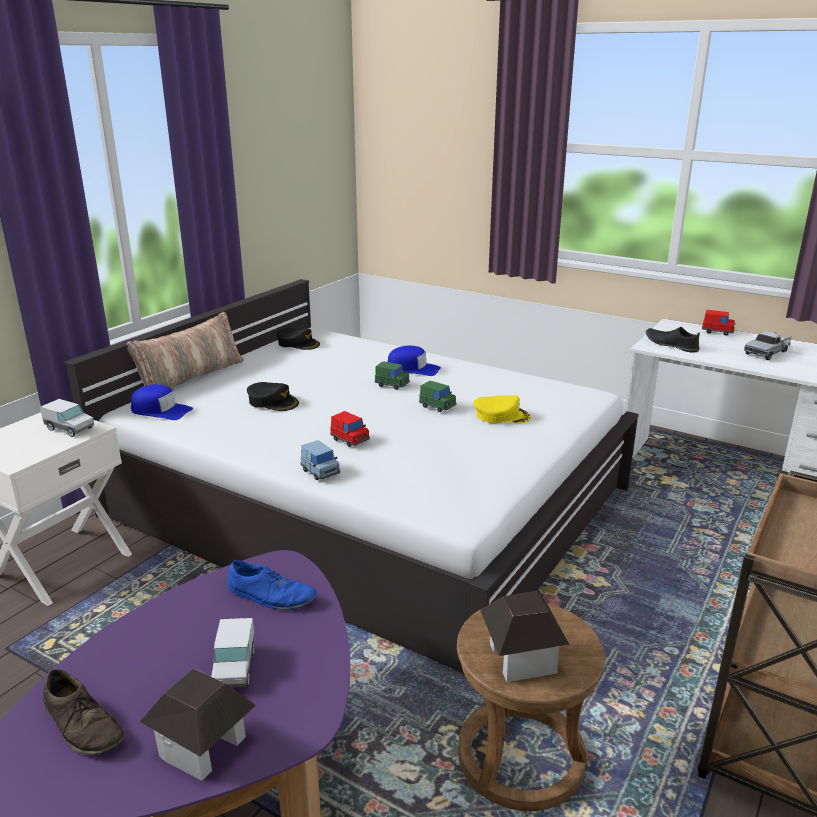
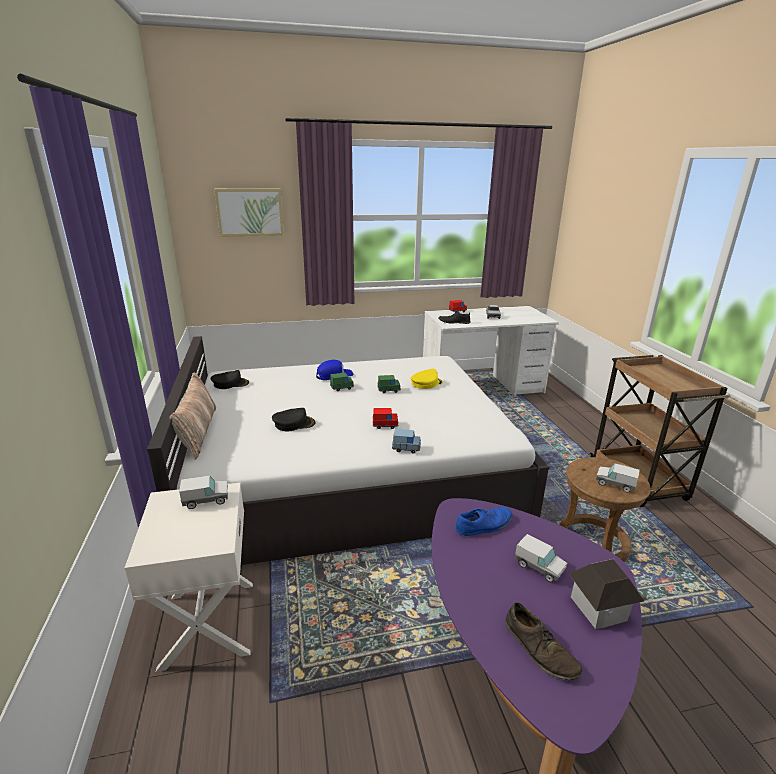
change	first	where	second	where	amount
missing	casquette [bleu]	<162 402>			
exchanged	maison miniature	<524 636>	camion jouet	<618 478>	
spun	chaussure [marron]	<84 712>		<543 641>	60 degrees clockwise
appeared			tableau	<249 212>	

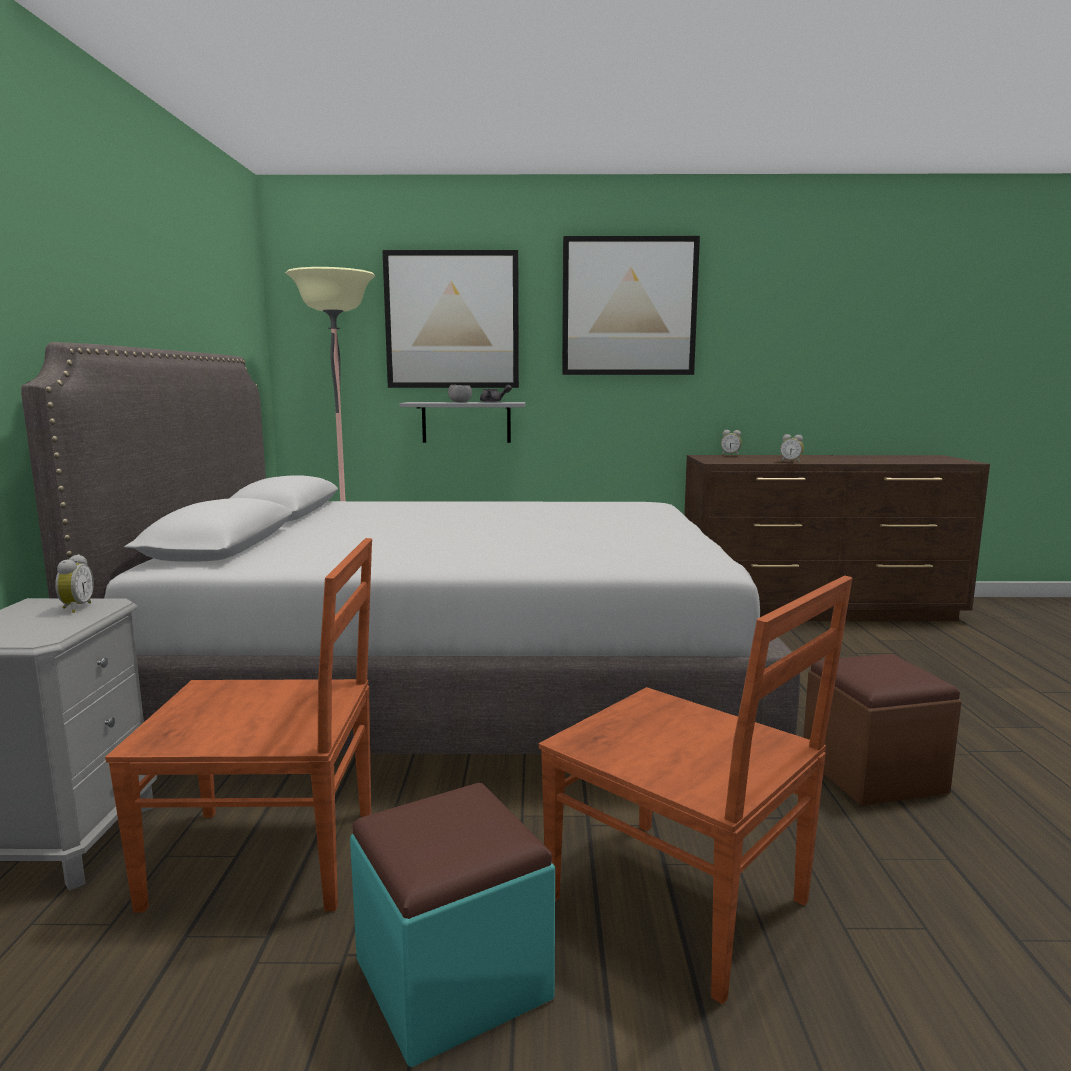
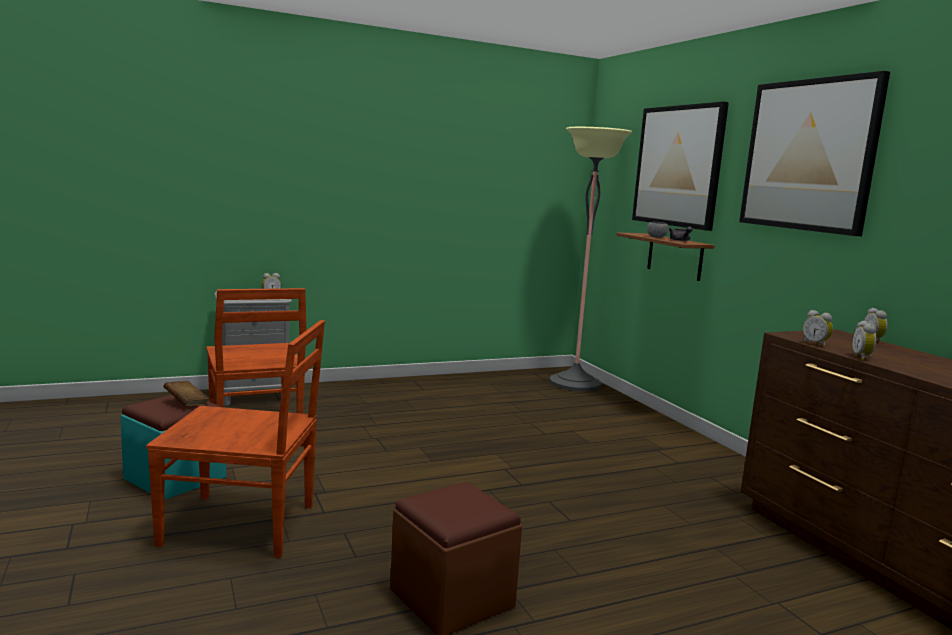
change	first	where	second	where	amount
missing	lit [gris]	<410 548>			
colour	étagère [gris]	<463 422>	étagère [marron]	<665 257>	
spun	chaise [marron]	<696 790>		<235 439>	105 degrees counterclockwise
appeared			réveil	<817 328>	
appeared			livre [marron]	<186 393>	

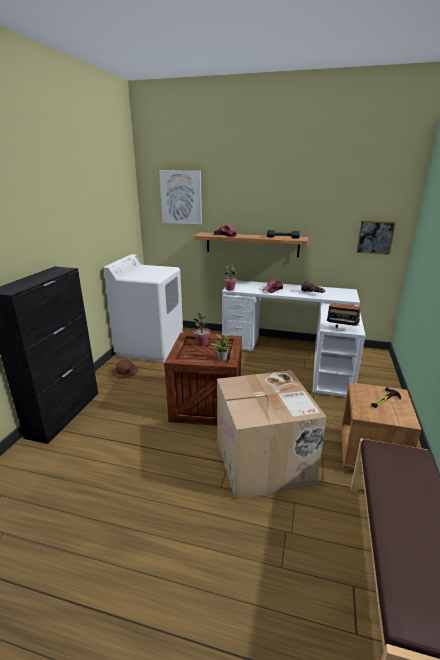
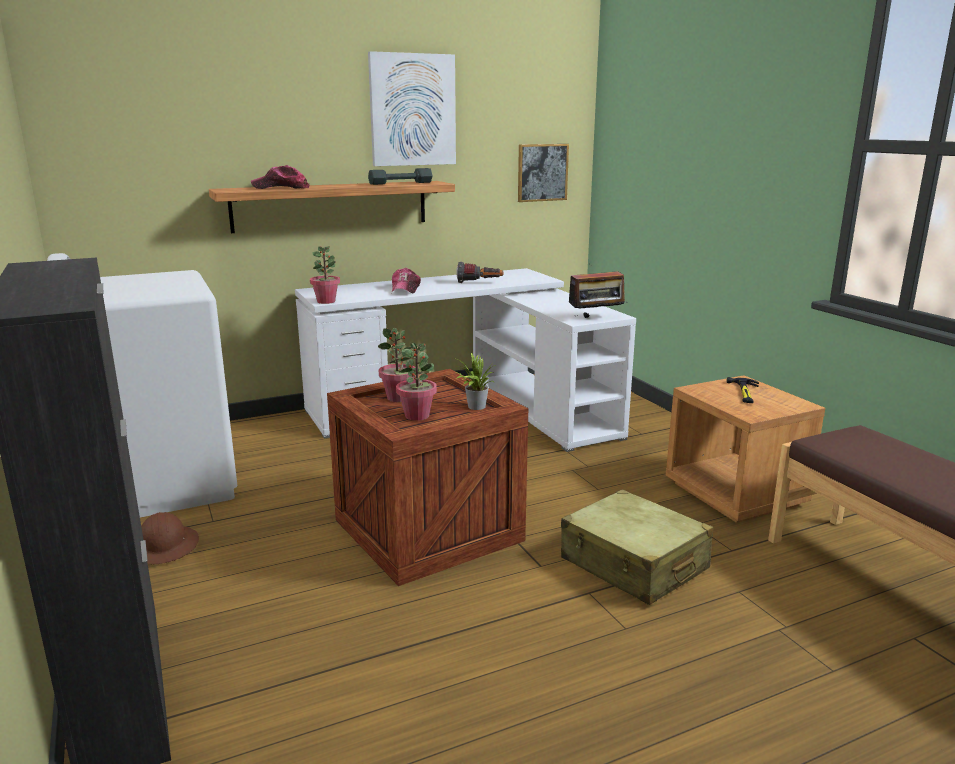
change	first	where	second	where	amount
relocated	tableau	<180 197>		<412 108>	
exchanged	carton	<272 435>	valise [beige]	<637 547>	
appeared			plante en pot	<416 381>	

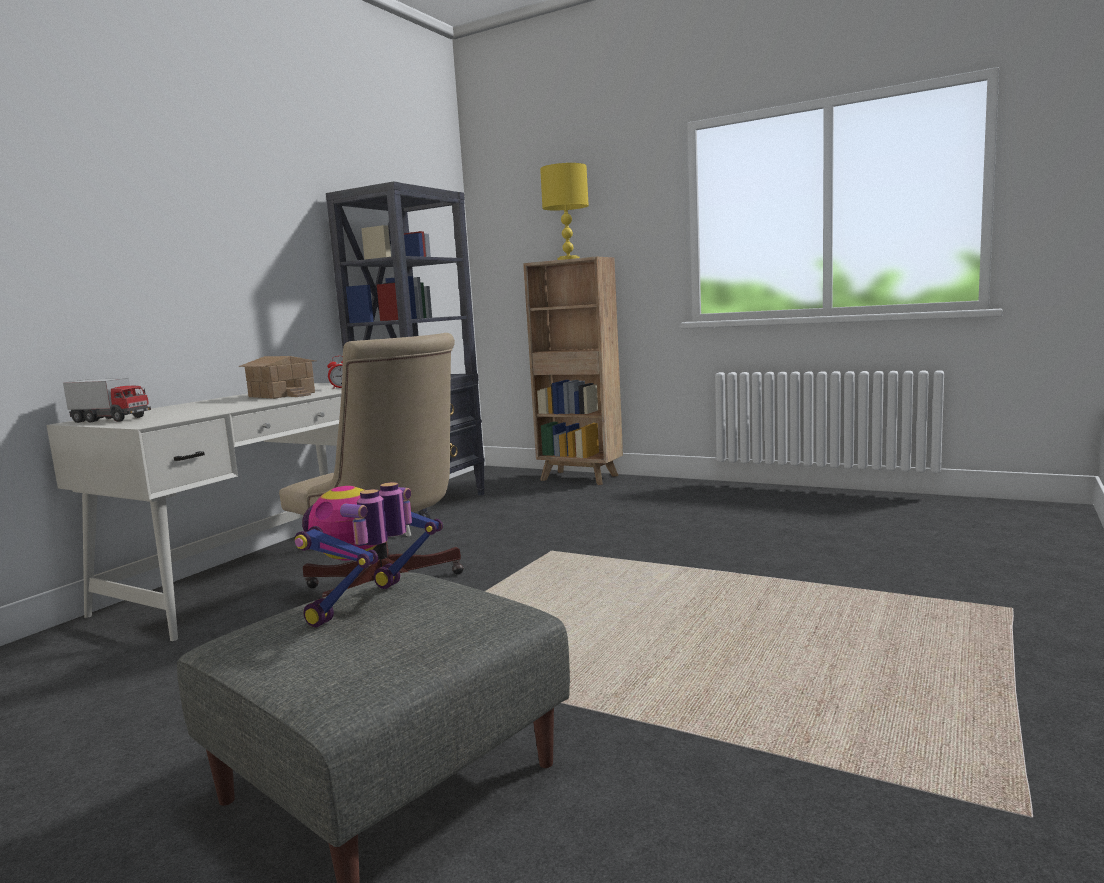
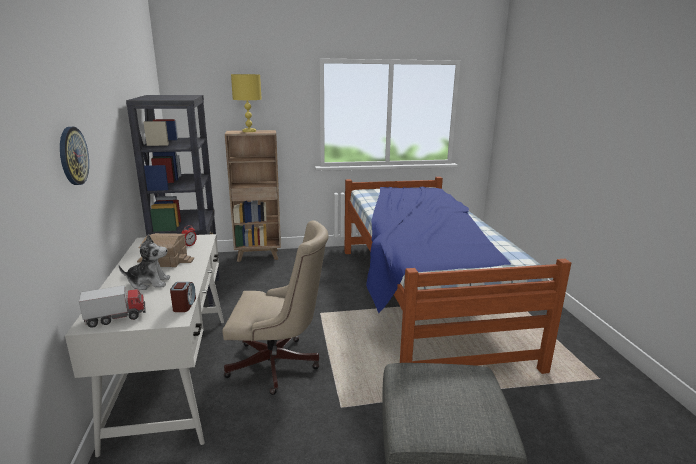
change	first	where	second	where	amount
missing	robot jouet	<369 554>			
appeared			horloge murale	<74 156>	
appeared			lit	<458 275>	
appeared			peluche	<144 262>	
appeared			réveil	<183 297>	

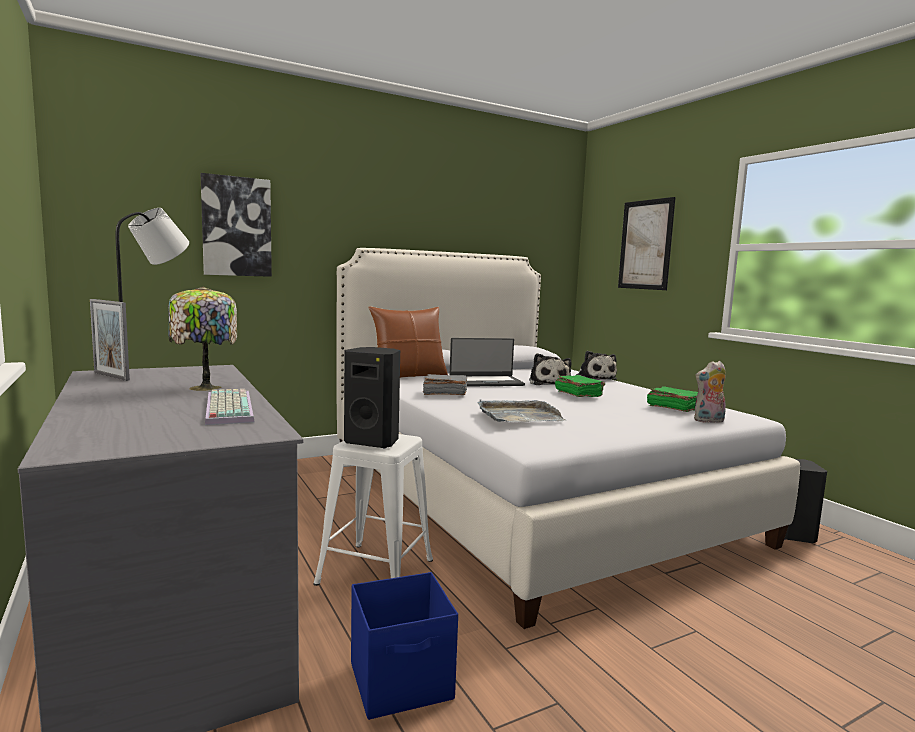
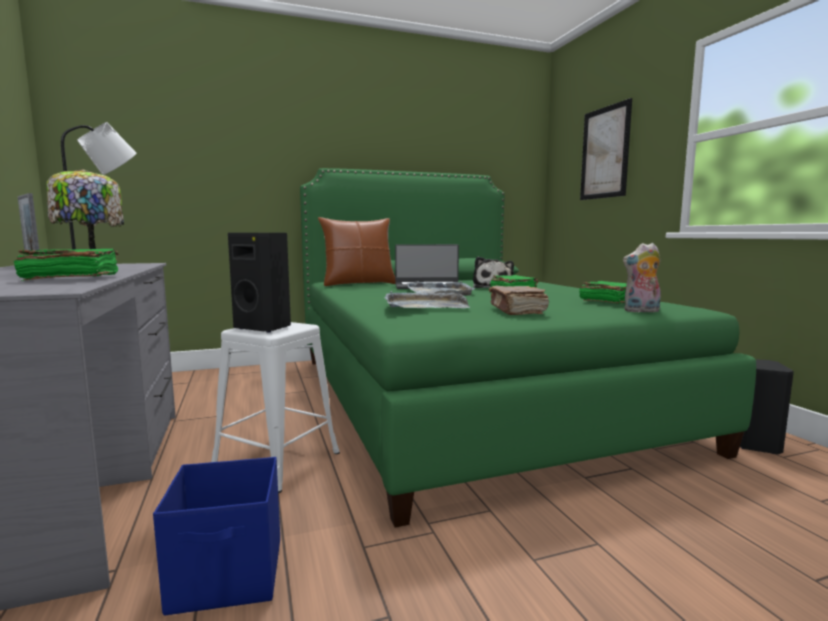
change	first	where	second	where	amount
missing	tableau	<236 225>			
colour	lit [blanc]	<568 438>	lit [vert]	<528 348>	
missing	peluche	<596 365>			
missing	livre [gris]	<445 384>			
exchanged	clavier	<230 407>	livre [vert]	<66 265>	
appeared			plateau [gris]	<440 288>	
appeared			livre [marron]	<519 300>	

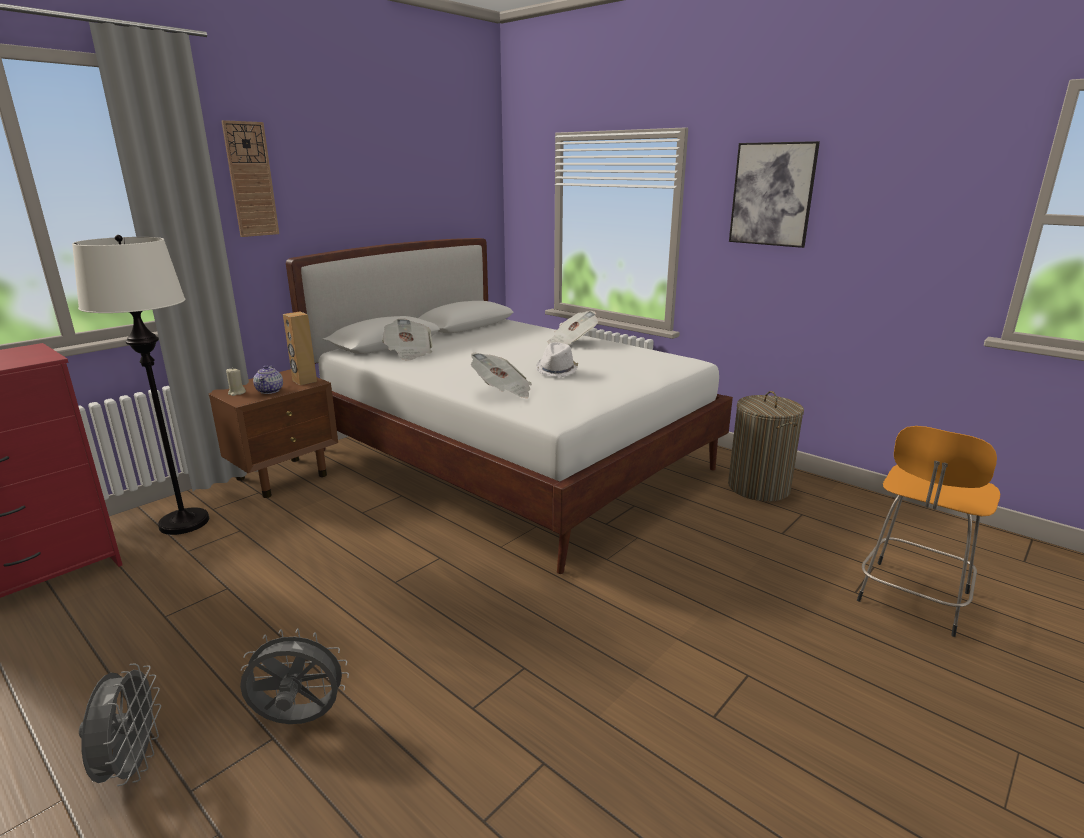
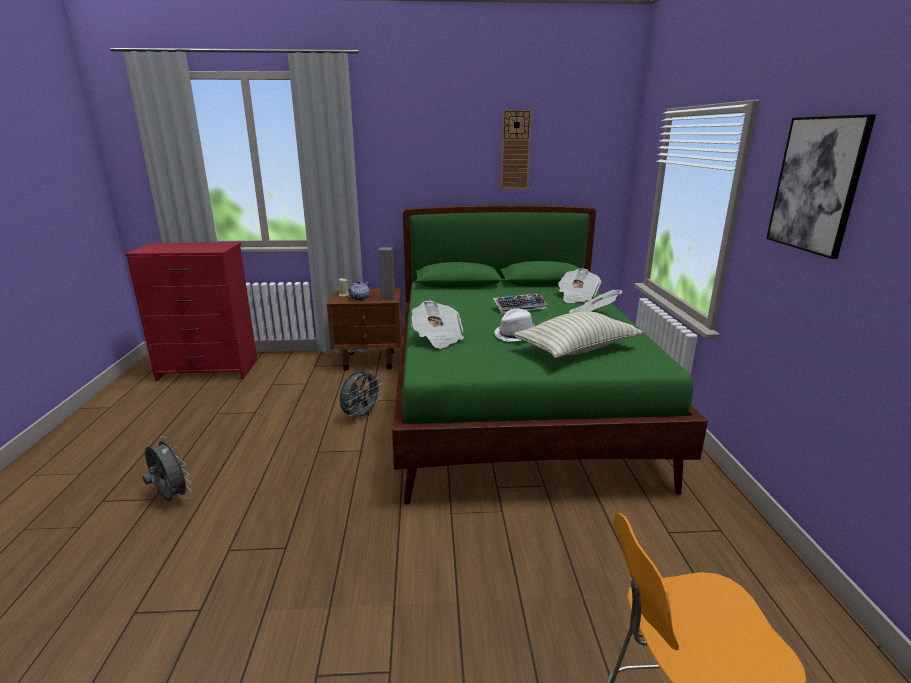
change	first	where	second	where	amount
relocated	horloge murale	<250 178>		<516 149>	
missing	lampadaire [blanc]	<140 385>			
colour	lit [blanc]	<509 406>	lit [vert]	<550 354>	
colour	enceinte [marron]	<300 348>	enceinte [gris]	<386 273>	
relocated	journal	<407 339>		<580 285>	
missing	panier à linge	<766 446>			
relocated	ventilateur [gris]	<120 724>		<360 395>	
appeared			clavier	<520 304>	
appeared			coussin	<578 334>	

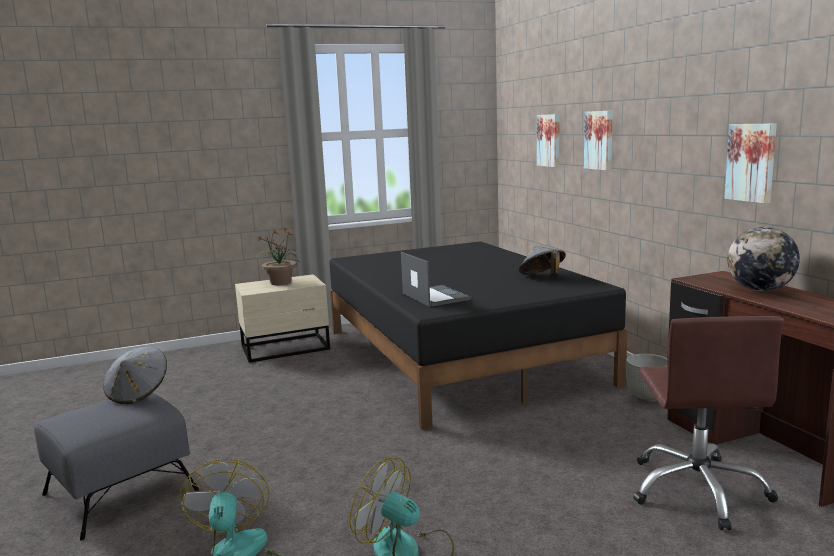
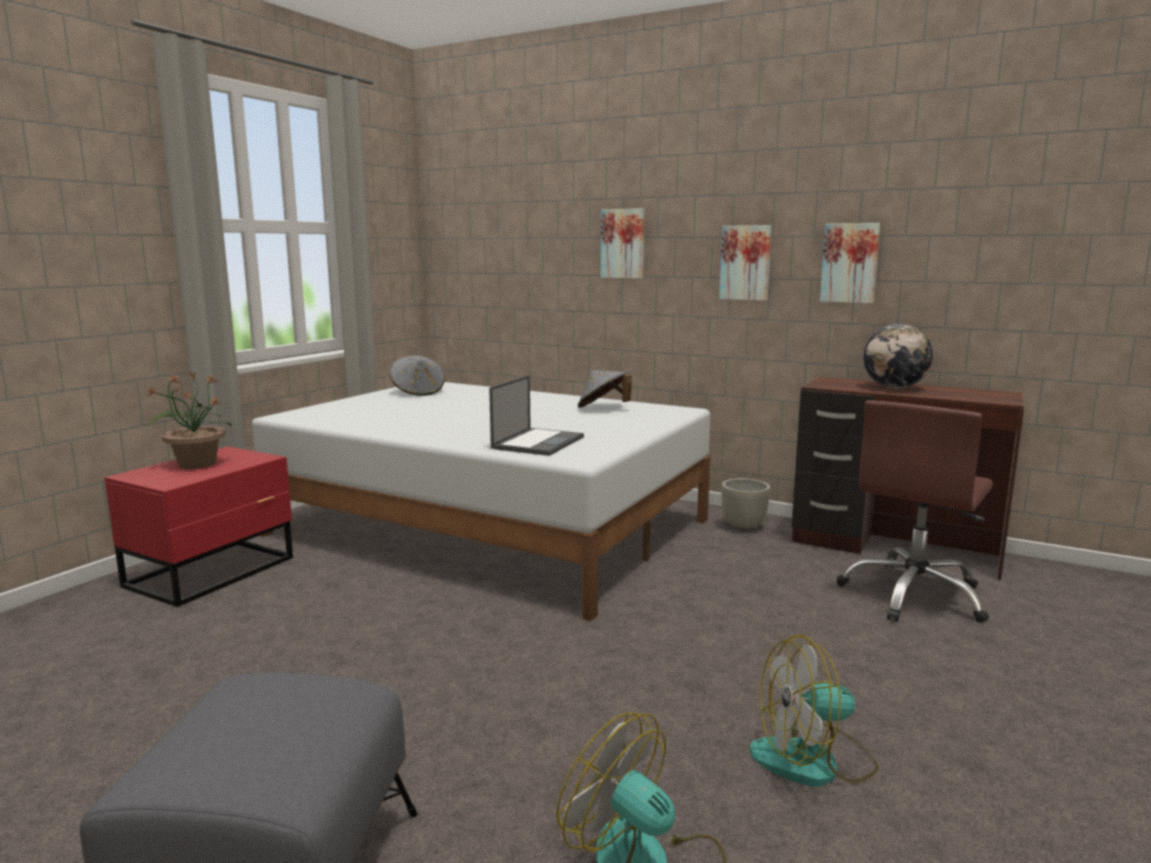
change	first	where	second	where	amount
relocated	tableau	<548 140>		<745 263>	
colour	lit [noir]	<478 335>	lit [blanc]	<481 501>	
spun	ordinateur portable	<436 279>		<536 415>	90 degrees clockwise
colour	table de chevet [beige]	<282 318>	table de chevet [rouge]	<198 526>	
spun	chaise de bureau [marron]	<708 423>		<915 511>	75 degrees clockwise
relocated	chapeau [gris]	<135 375>		<417 376>	

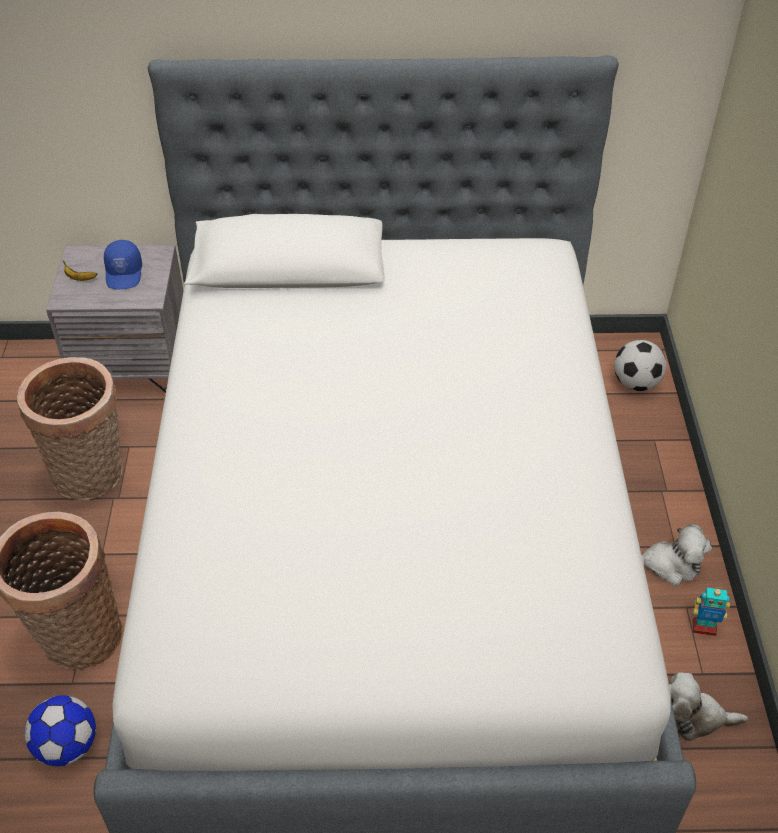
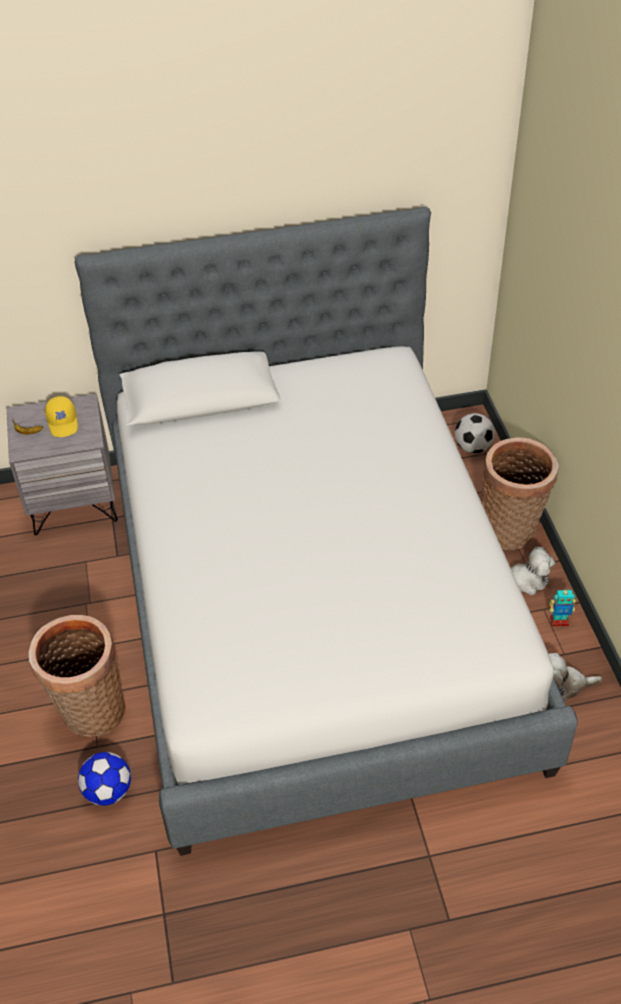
change	first	where	second	where	amount
colour	casquette [bleu]	<123 265>	casquette [jaune]	<61 416>	
relocated	panier	<70 428>		<520 493>	

